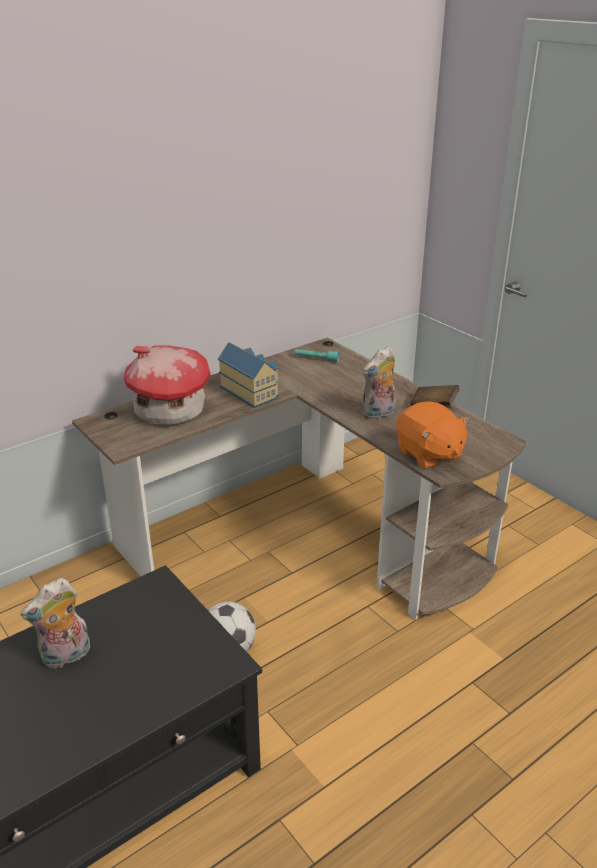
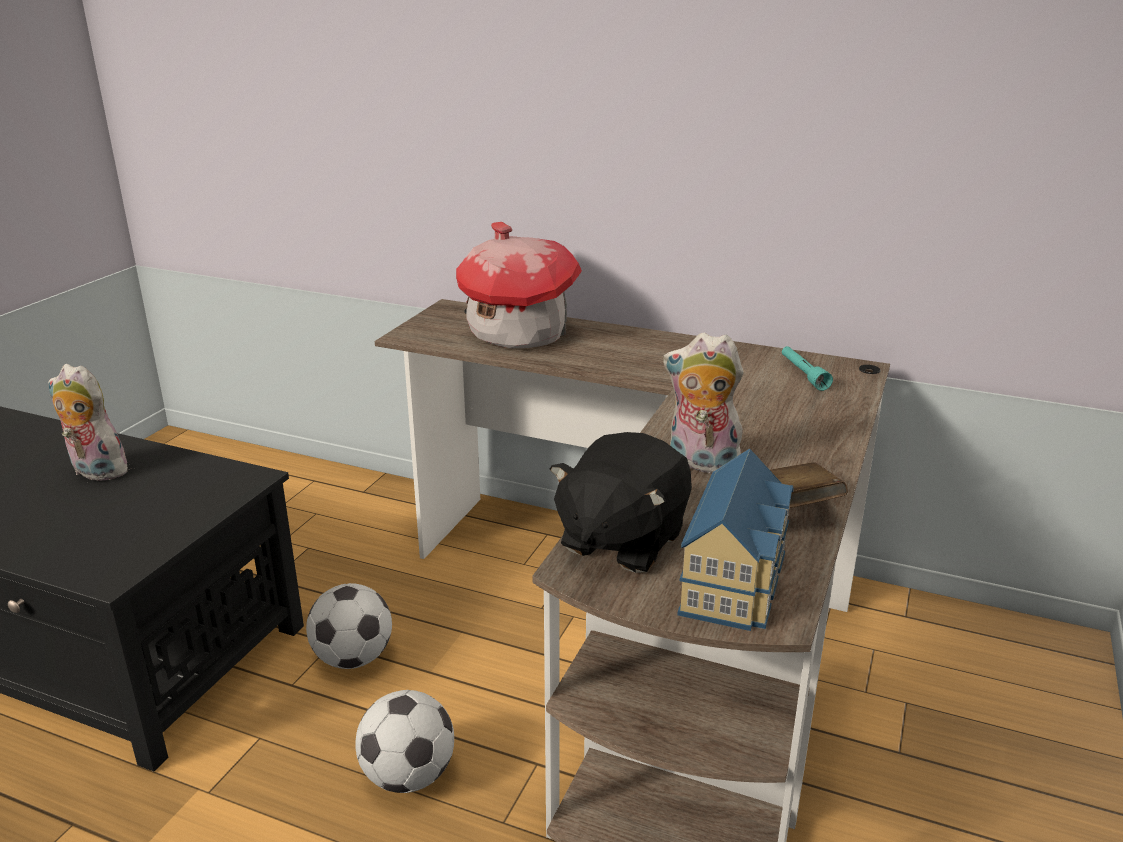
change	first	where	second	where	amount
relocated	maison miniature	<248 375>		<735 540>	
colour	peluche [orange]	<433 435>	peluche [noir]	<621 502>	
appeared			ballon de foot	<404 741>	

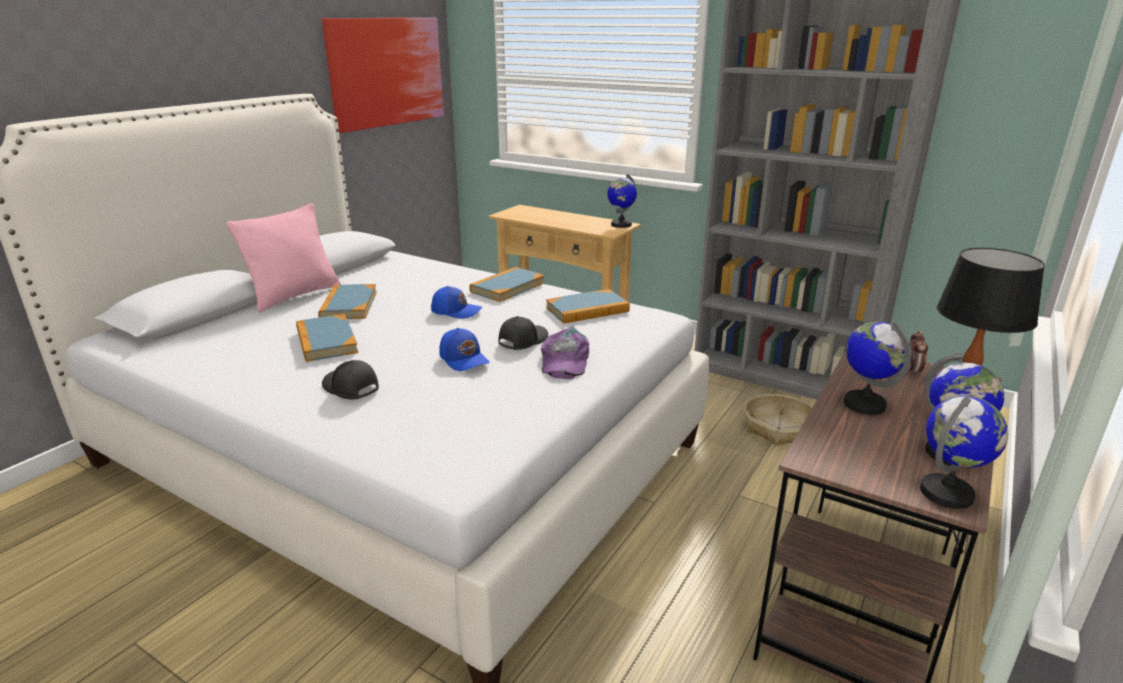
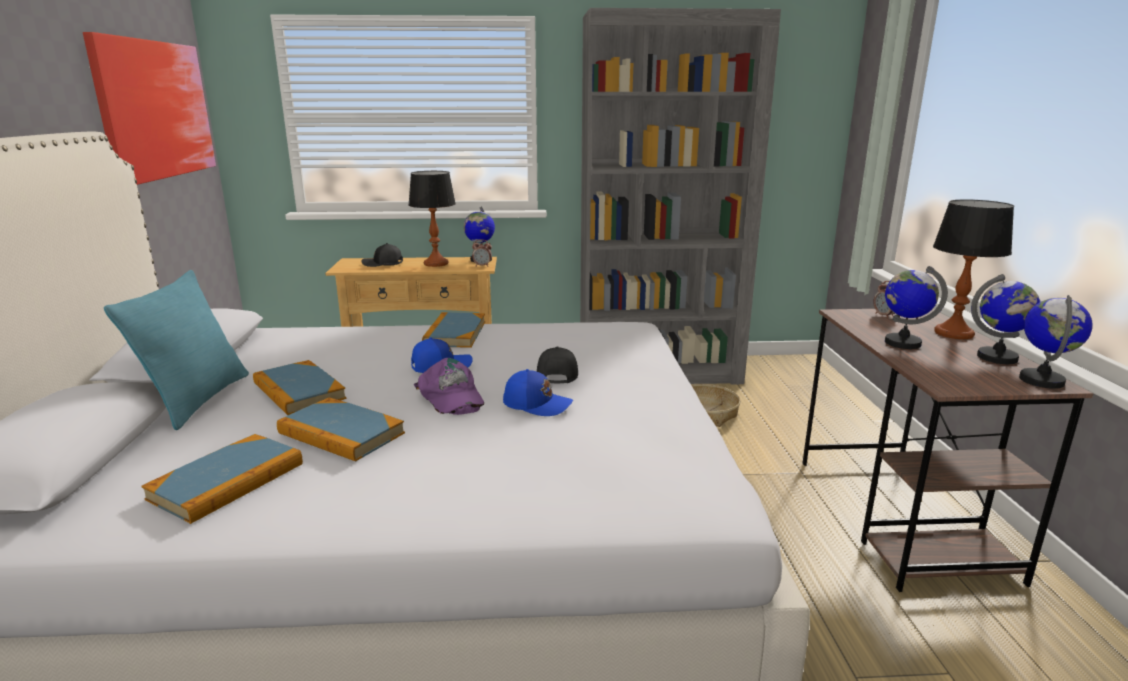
change	first	where	second	where	amount
colour	coussin [rose]	<283 257>	coussin [turquoise]	<176 350>	
relocated	livre	<588 306>		<222 479>	
relocated	casquette [violet]	<565 353>		<449 386>	
relocated	casquette [noir]	<350 379>		<382 255>	
appeared			lampe de table	<432 219>	
appeared			réveil	<482 253>	

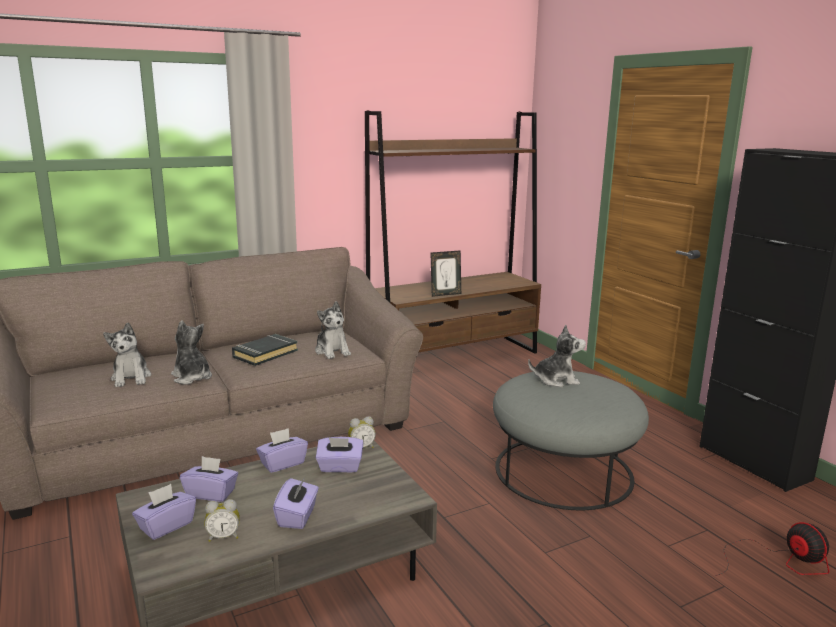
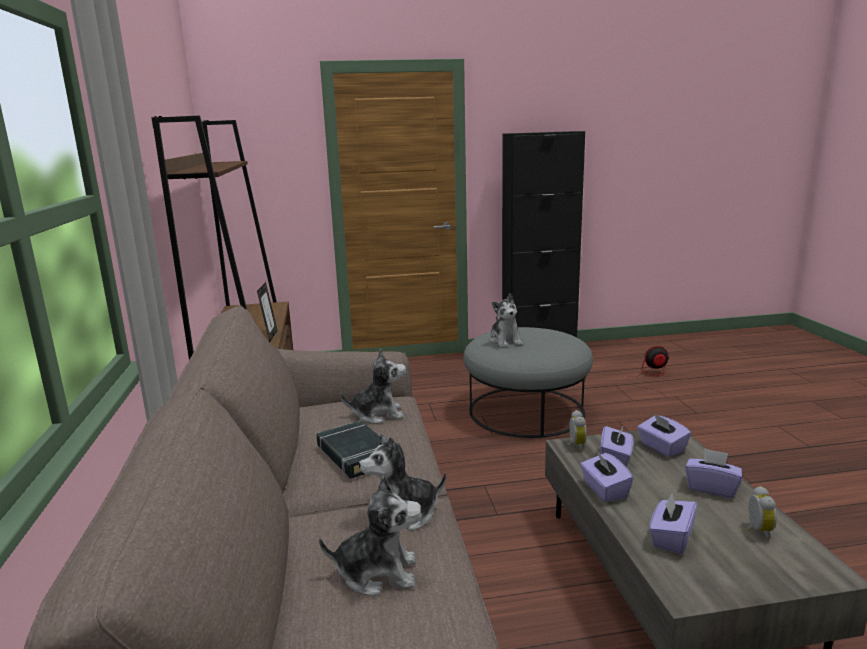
change	first	where	second	where	amount
spun	peluche	<557 356>		<506 320>	150 degrees clockwise
relocated	boîte à mouchoirs [violet]	<164 512>		<664 435>	

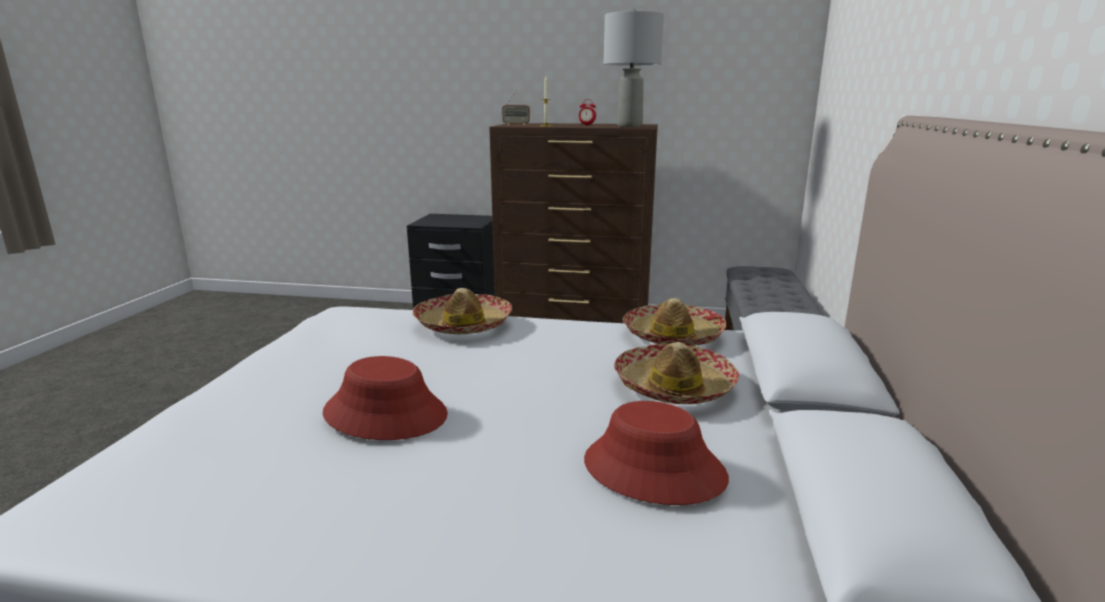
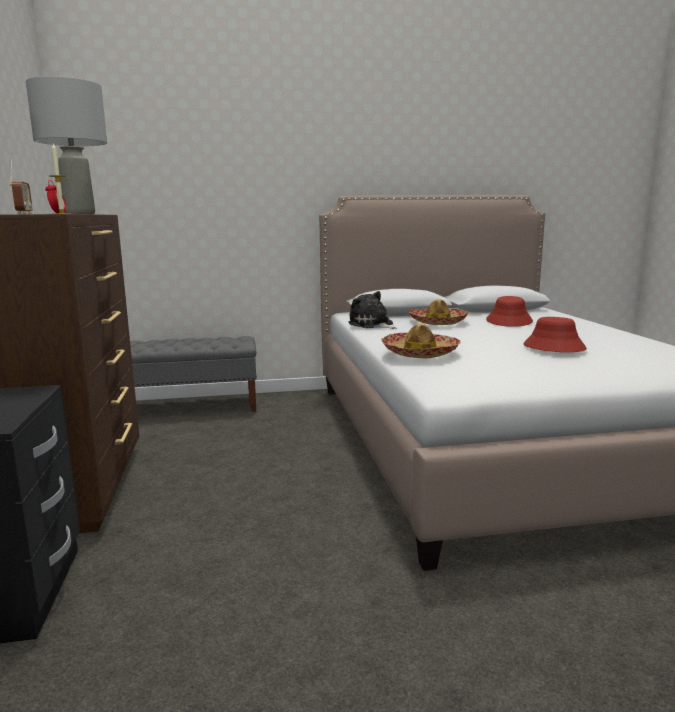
change	first	where	second	where	amount
exchanged	chapeau	<674 322>	peluche	<372 310>	

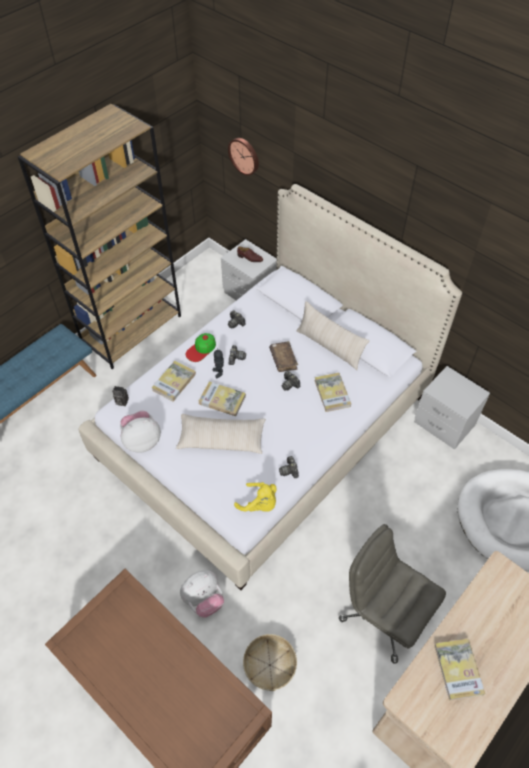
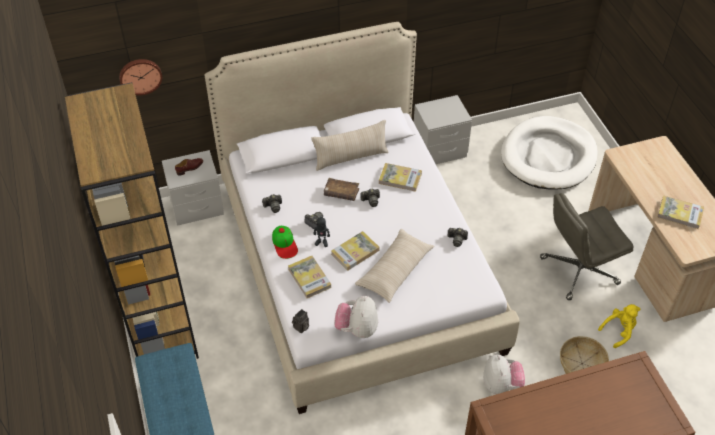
change	first	where	second	where	amount
relocated	peluche [jaune]	<255 496>		<619 326>	

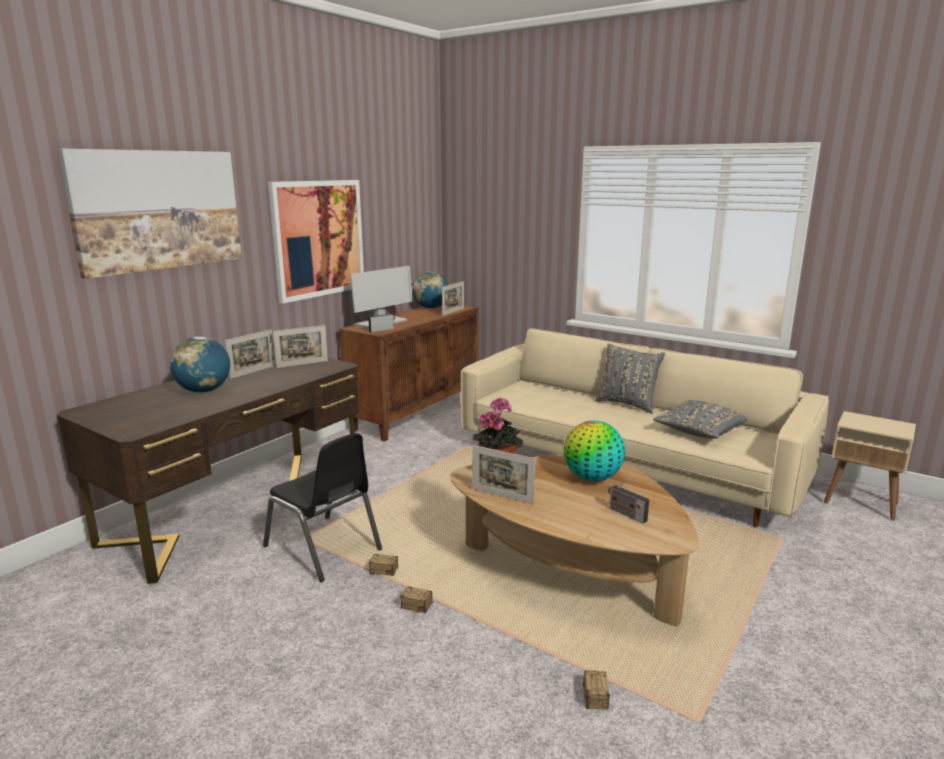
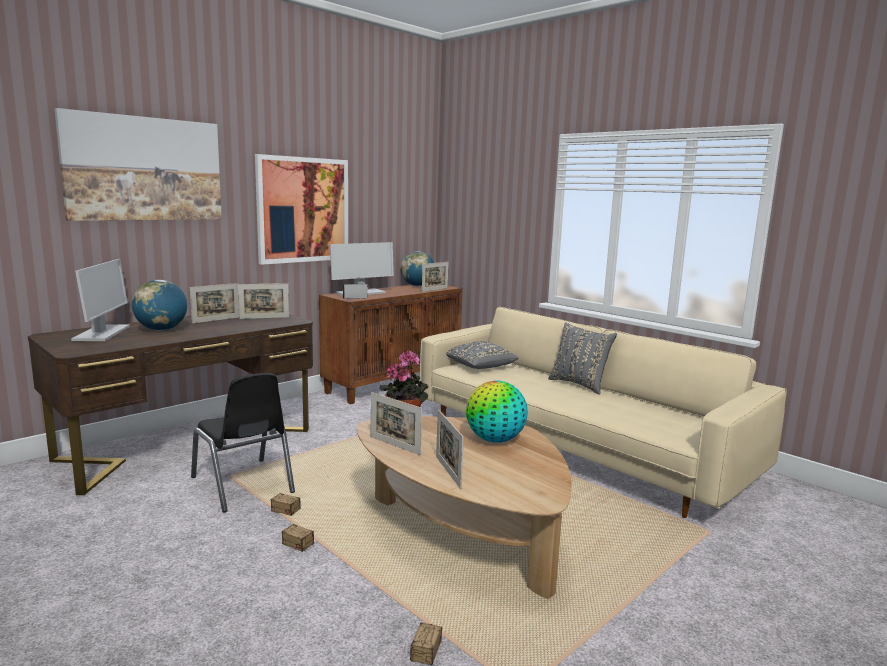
change	first	where	second	where	amount
relocated	coussin [gris]	<700 419>		<482 355>	
missing	table d'appoint [beige]	<870 465>			
missing	radio	<628 501>			
appeared			écran d'ordinateur	<100 300>	
appeared			cadre photo	<450 449>	

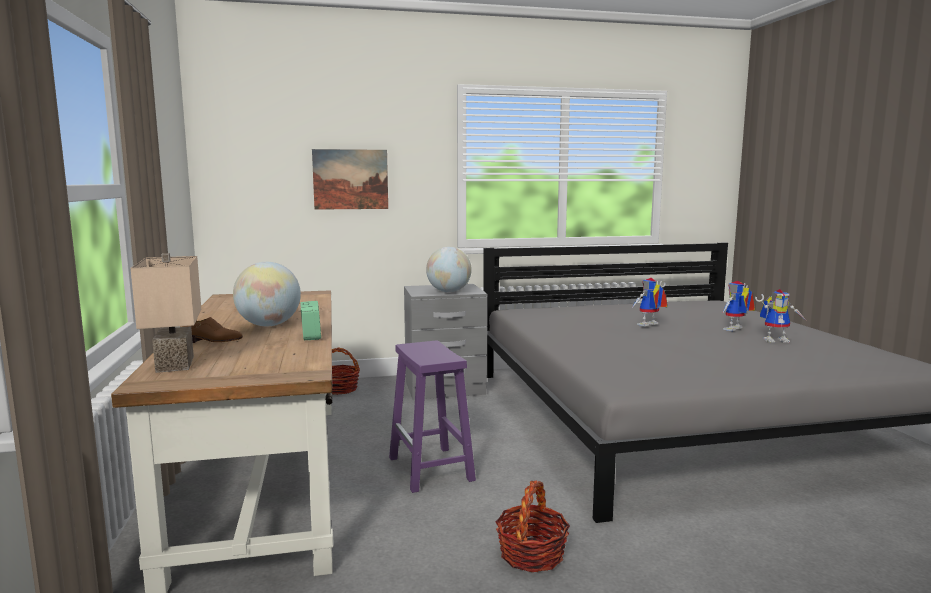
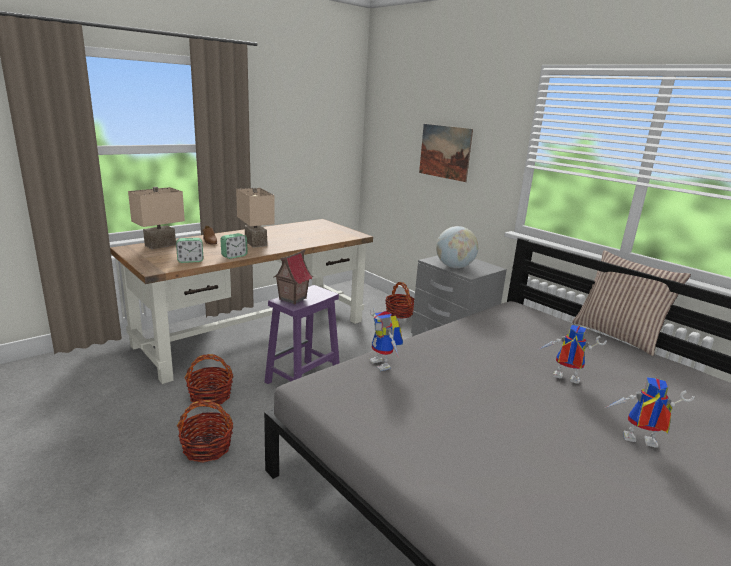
change	first	where	second	where	amount
exchanged	globe	<267 294>	lampe de table [beige]	<255 218>	
relocated	robot jouet	<780 316>		<386 340>	
appeared			réveil	<189 250>	
appeared			maison miniature	<293 276>	
appeared			coussin	<631 303>	
appeared			panier	<209 380>	

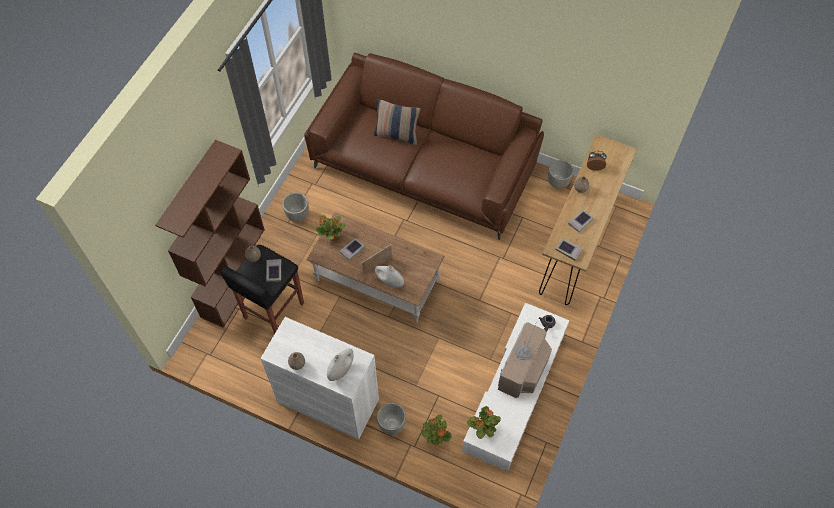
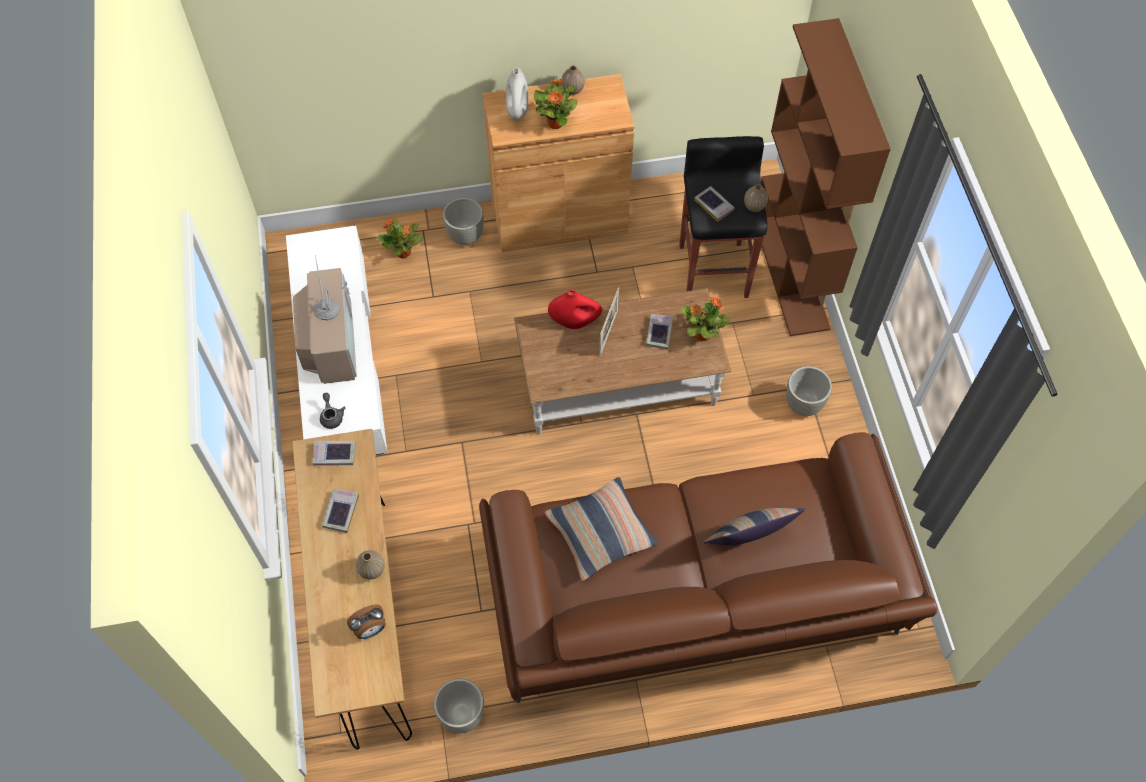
change	first	where	second	where	amount
colour	vase [blanc]	<389 277>	vase [rouge]	<575 309>	
colour	meuble de rangement [blanc]	<319 378>	meuble de rangement [marron]	<559 163>	
relocated	plante en pot	<484 422>		<556 103>	
appeared			coussin	<601 529>	

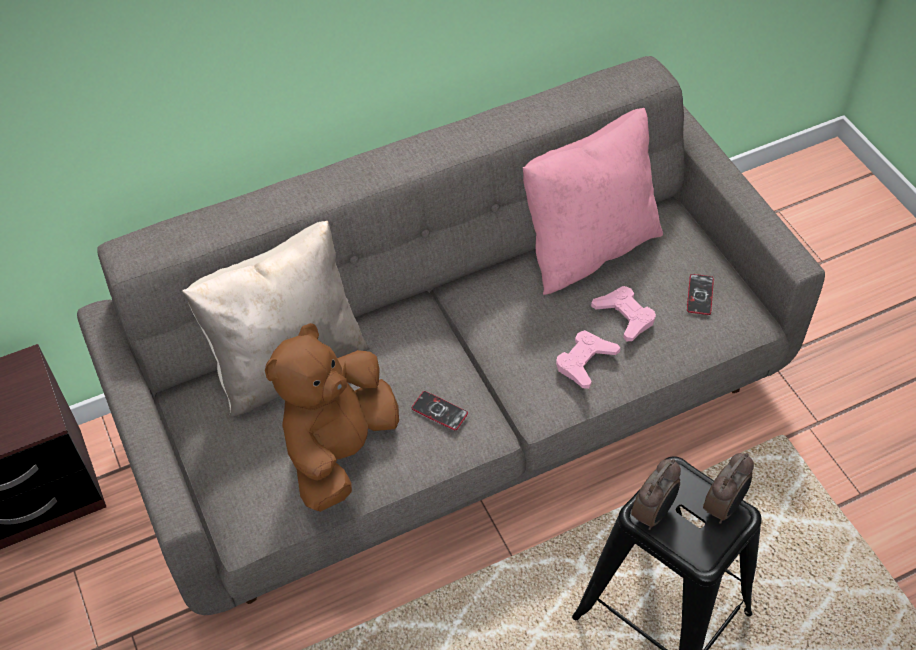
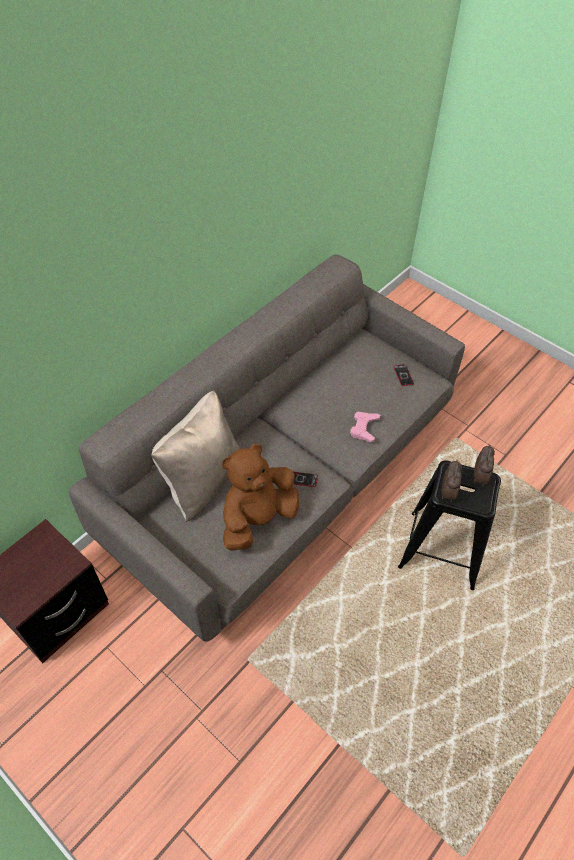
change	first	where	second	where	amount
missing	coussin [rose]	<593 201>			
missing	manette [rose]	<623 313>			
spun	peluche [marron]	<332 417>		<260 497>	45 degrees clockwise

